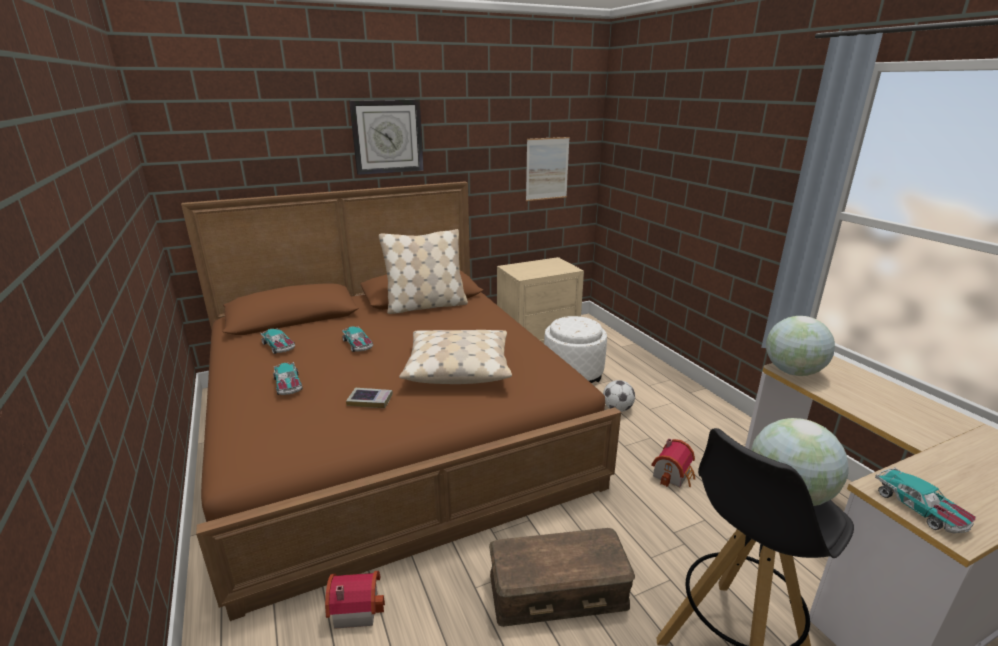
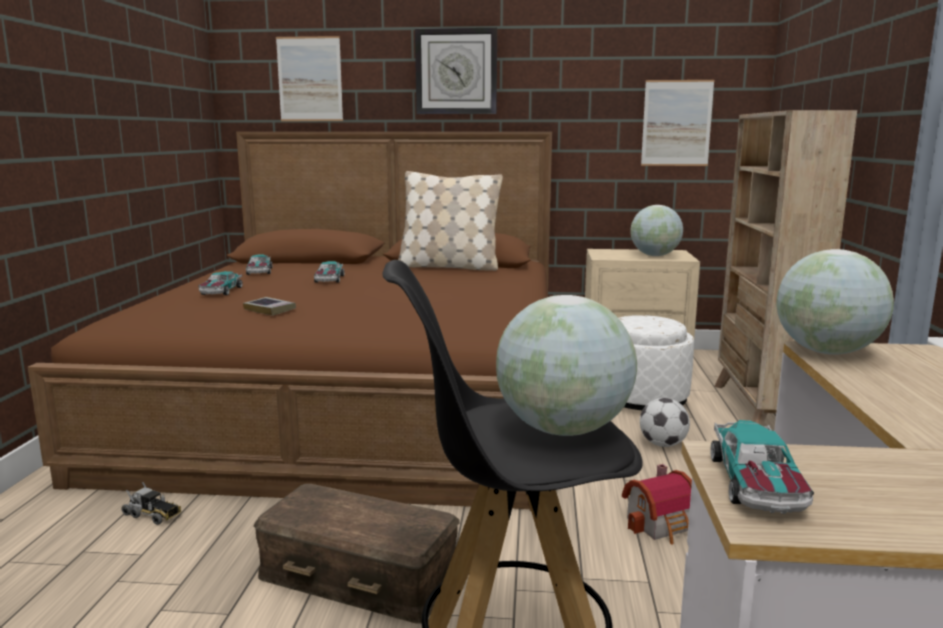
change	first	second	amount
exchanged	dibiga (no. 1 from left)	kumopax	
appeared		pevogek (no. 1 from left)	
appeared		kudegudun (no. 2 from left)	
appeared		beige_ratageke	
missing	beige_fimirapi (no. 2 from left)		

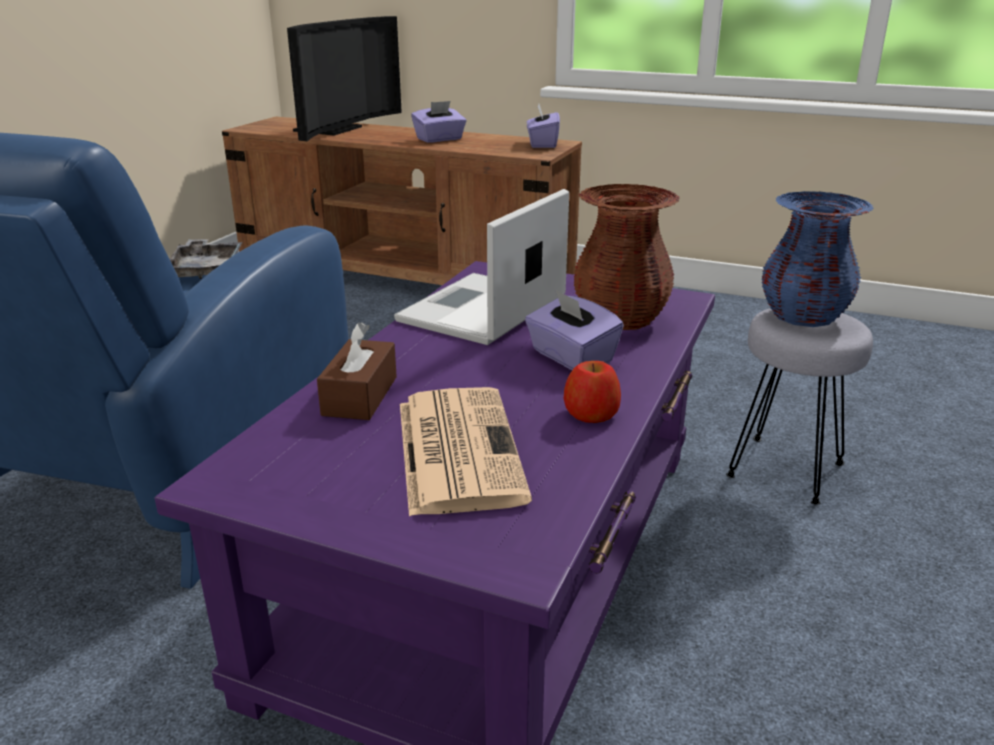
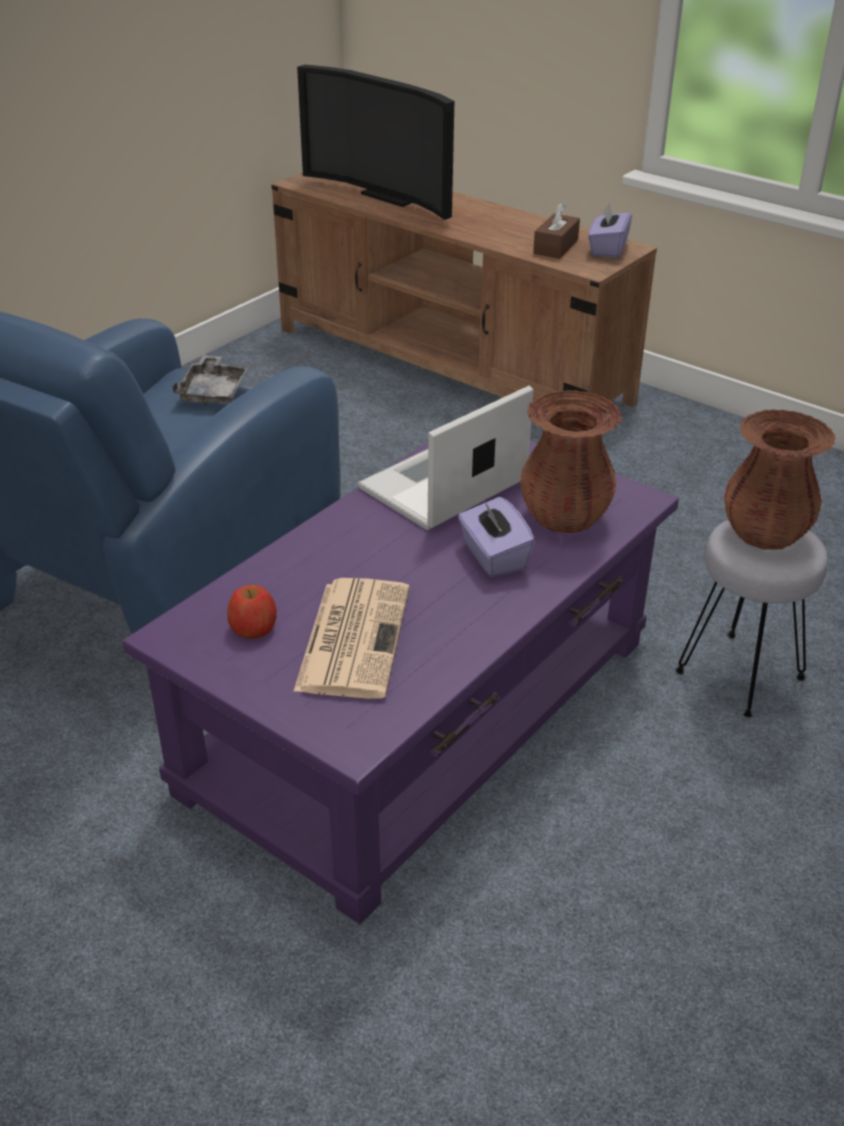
change	first	second	amount
relocated	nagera		
spun	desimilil		90 degrees clockwise
relocated	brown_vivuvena		
colour	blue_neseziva	brown_neseziva (no. 2 from left)	
missing	purple_vivuvena (no. 1 from left)		

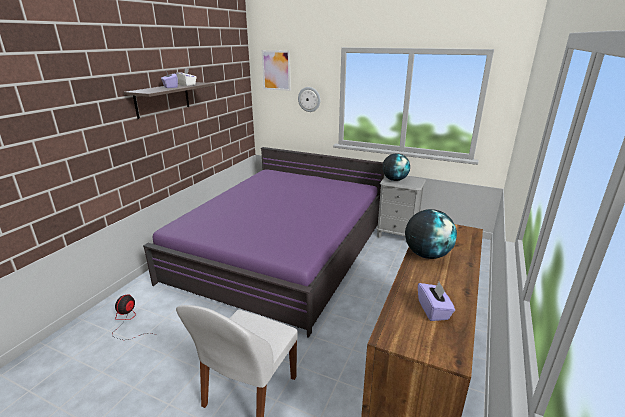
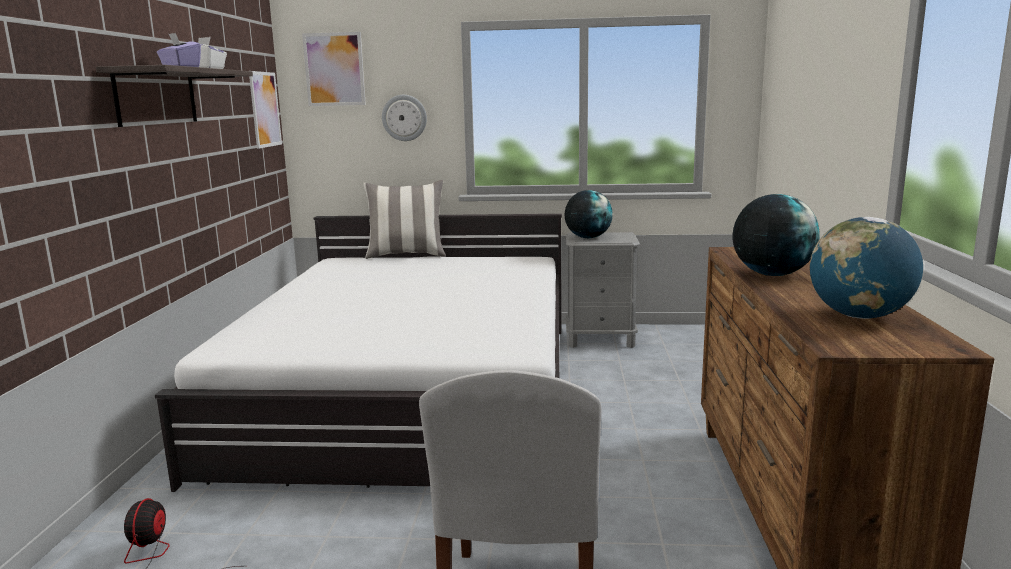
change	first	second	amount
colour	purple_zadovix	white_zadovix	
appeared		pevogek (no. 1 from left)	
appeared		fimirapi	
exchanged	purple_vivuvena (no. 2 from left)	kudegudun (no. 3 from left)	

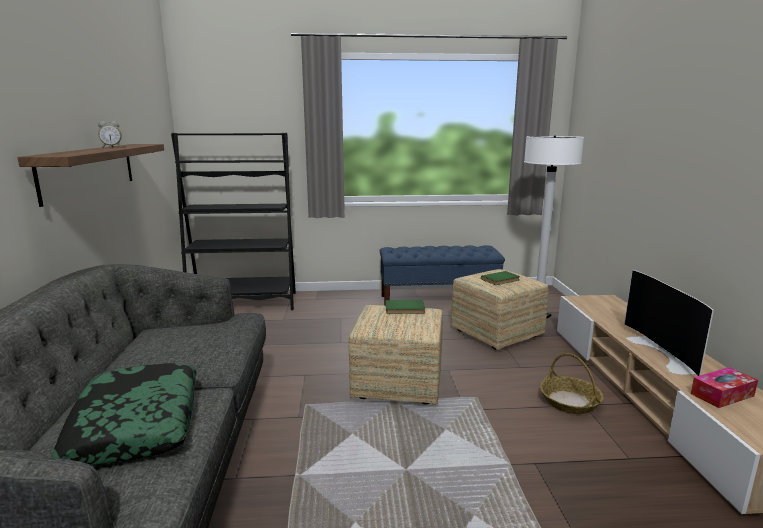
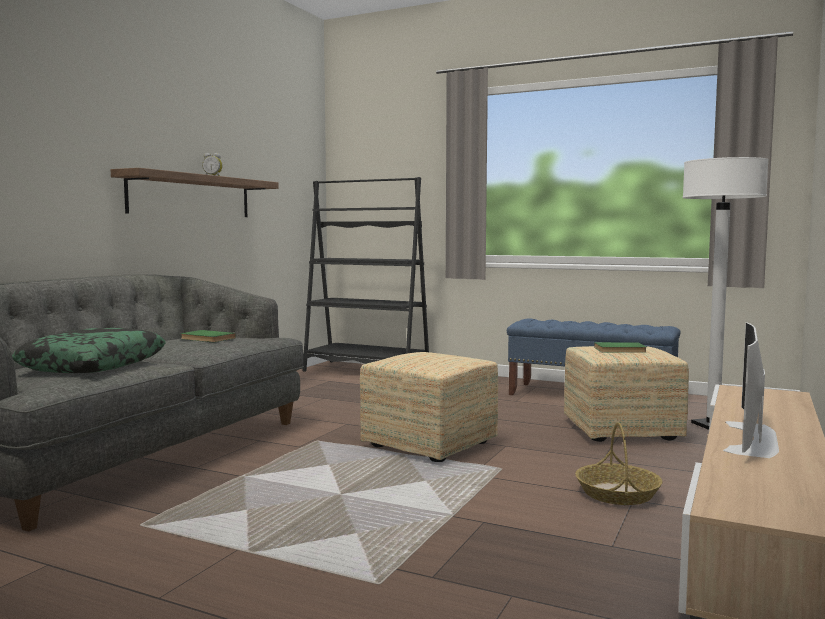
change	first	second	amount
relocated	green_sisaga (no. 1 from left)		
missing	vivuvena		

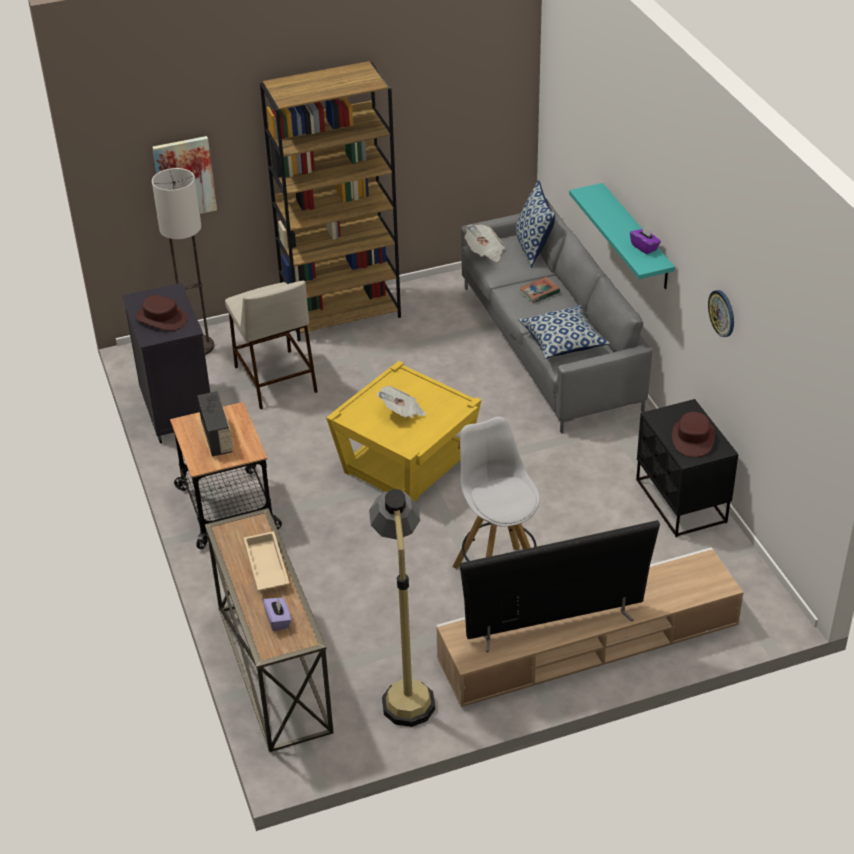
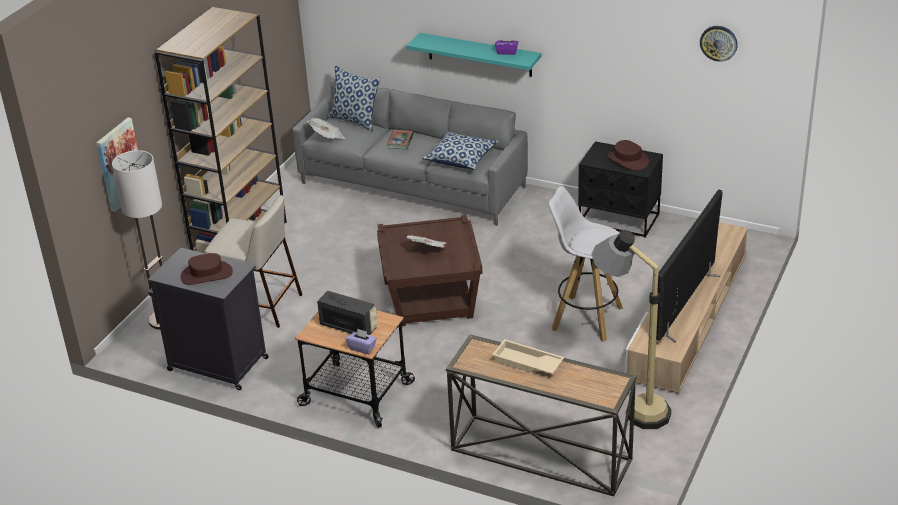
change	first	second	amount
relocated	purple_vivuvena (no. 1 from left)		
colour	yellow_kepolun	brown_kepolun	
relocated	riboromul		

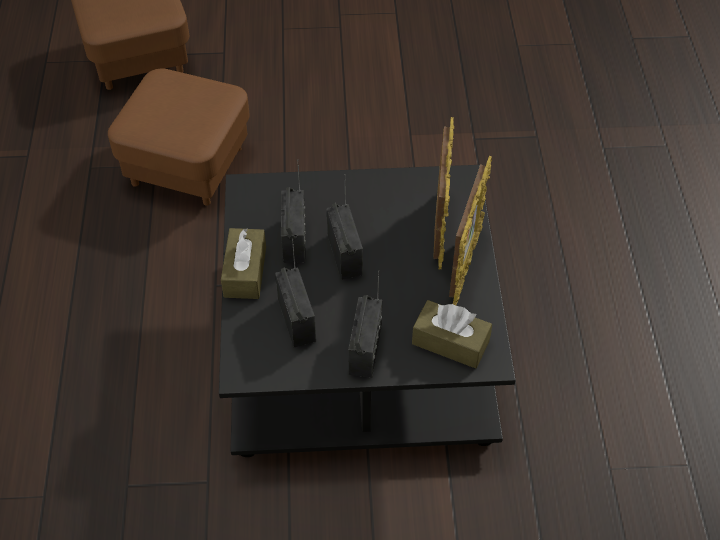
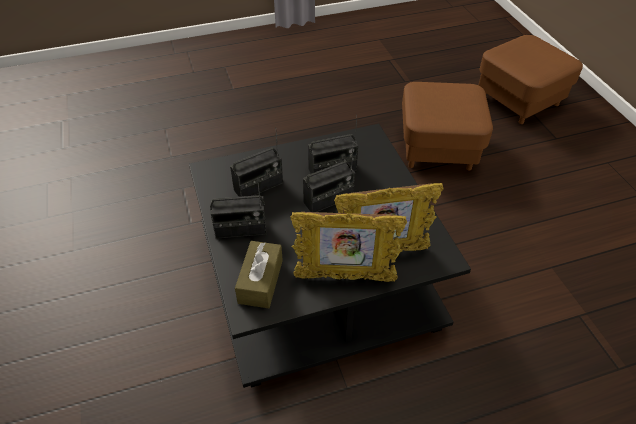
change	first	second	amount
missing	brown_vivuvena (no. 1 from left)		

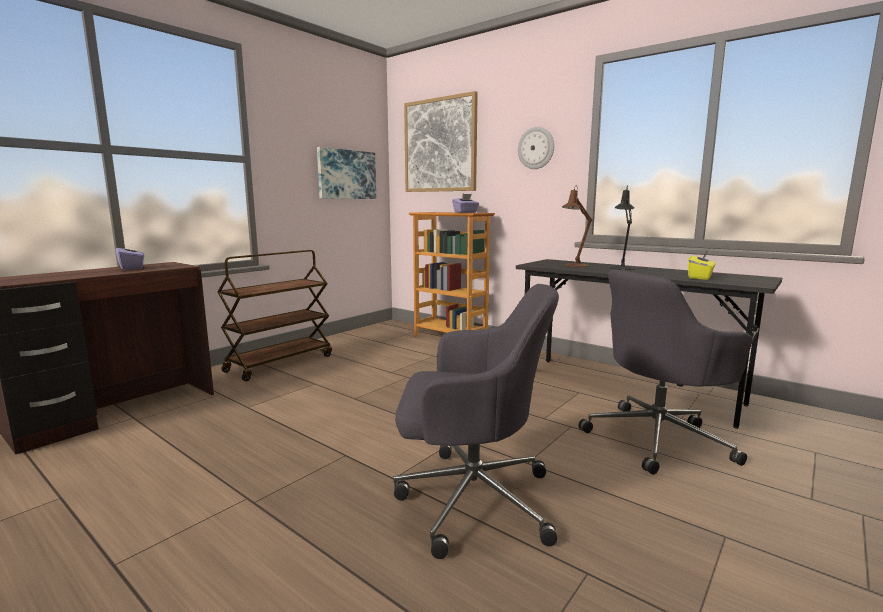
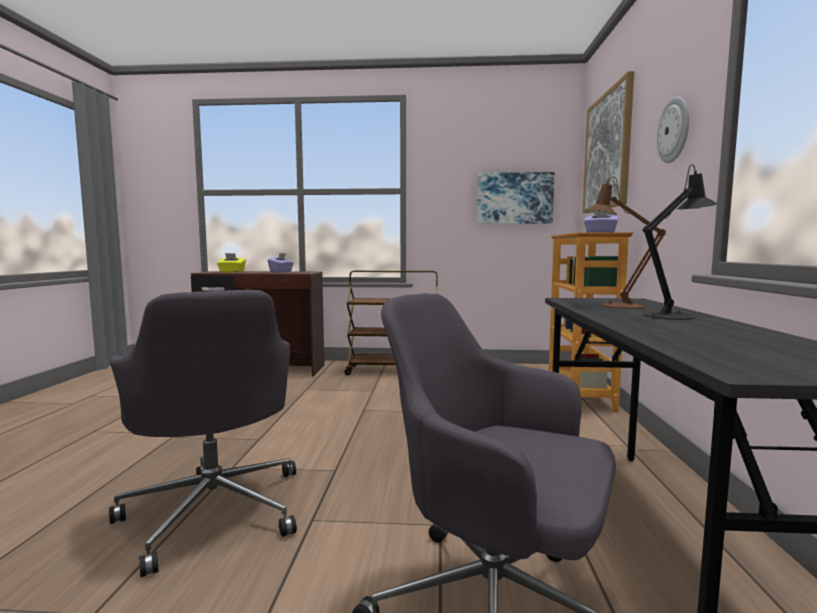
change	first	second	amount
relocated	yellow_vivuvena		

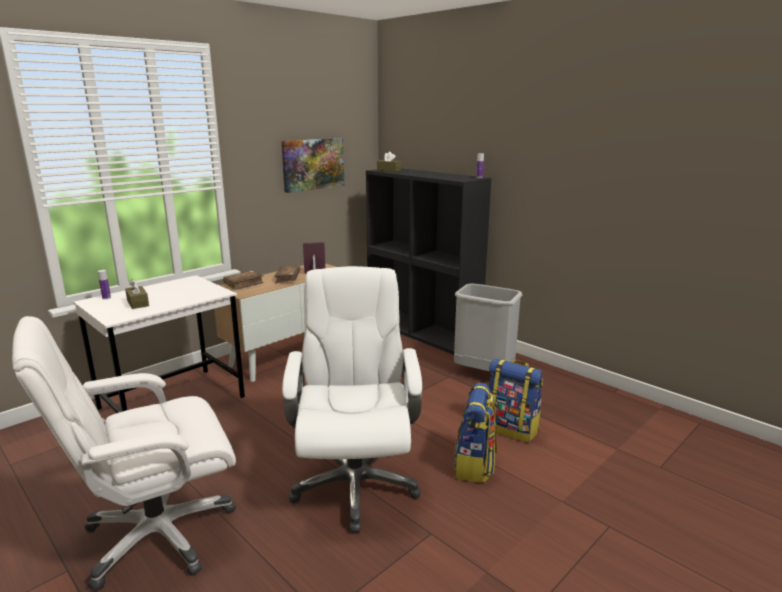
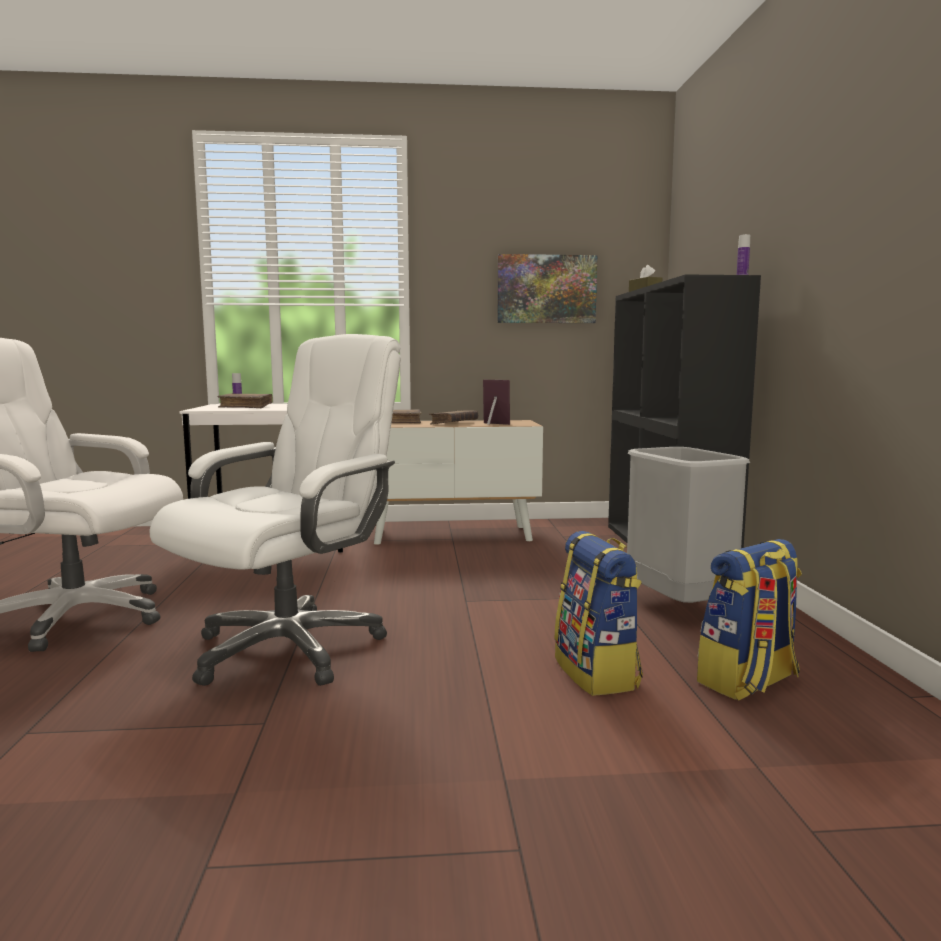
change	first	second	amount
exchanged	brown_vivuvena (no. 1 from left)	brown_sisaga (no. 1 from left)	
relocated	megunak (no. 1 from left in the first image)	megunak (no. 2 from left)	

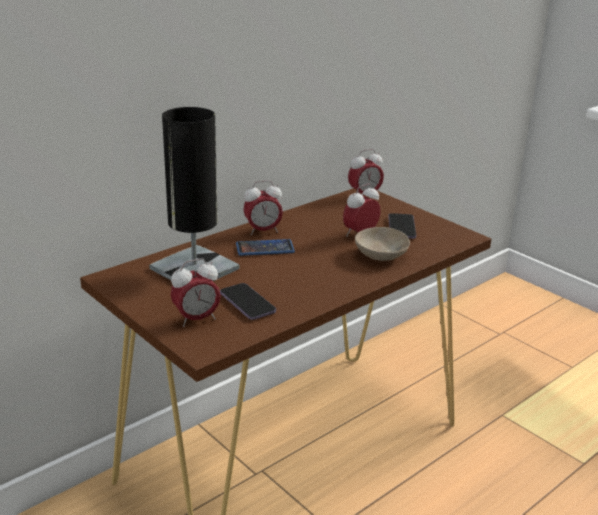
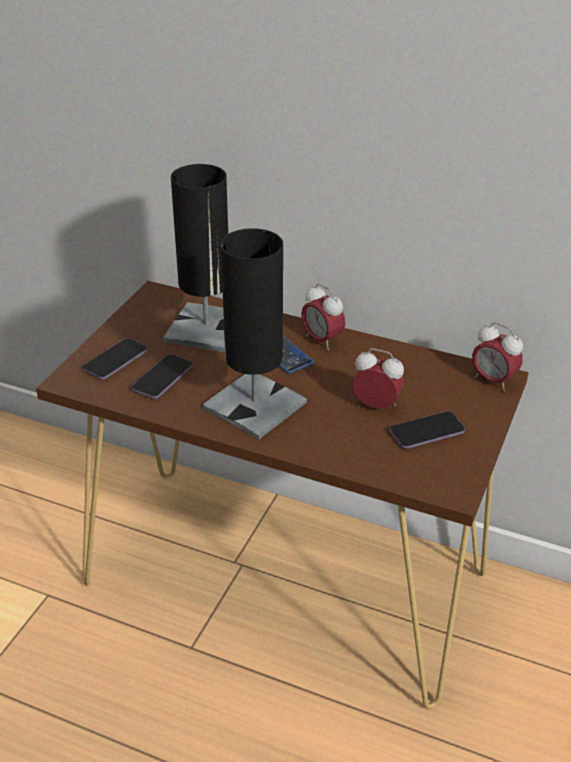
change	first	second	amount
exchanged	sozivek (no. 1 from left)	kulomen (no. 1 from left)	
appeared		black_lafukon (no. 2 from left)	
missing	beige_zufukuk		

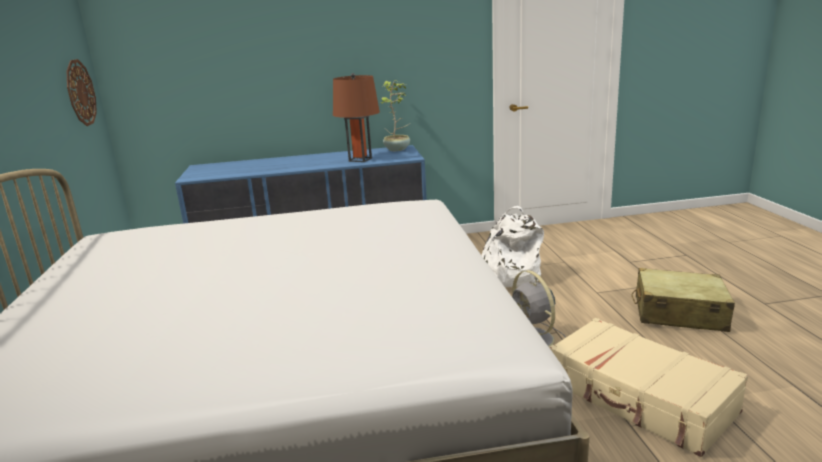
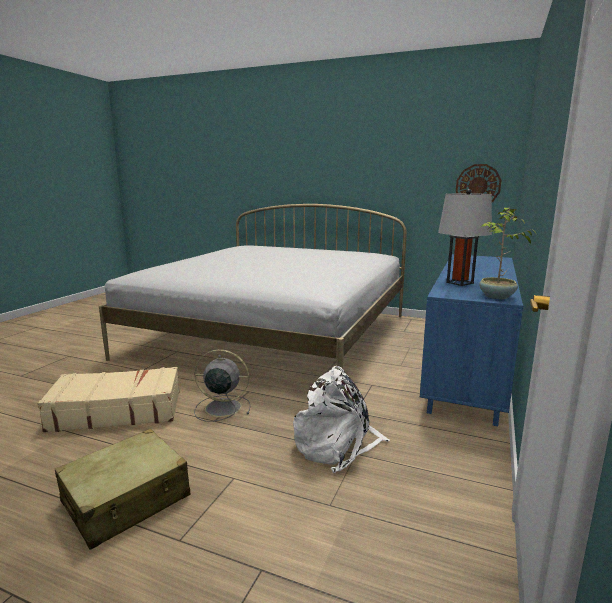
change	first	second	amount
colour	brown_lafukon	grey_lafukon	

